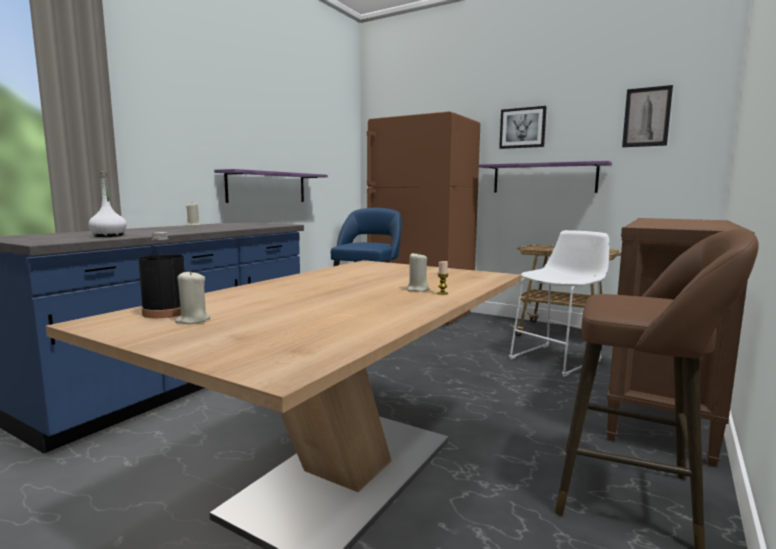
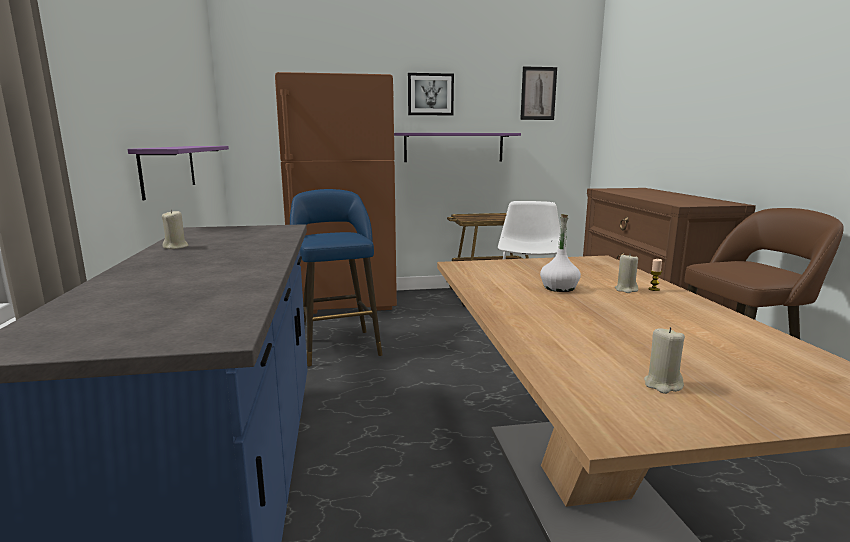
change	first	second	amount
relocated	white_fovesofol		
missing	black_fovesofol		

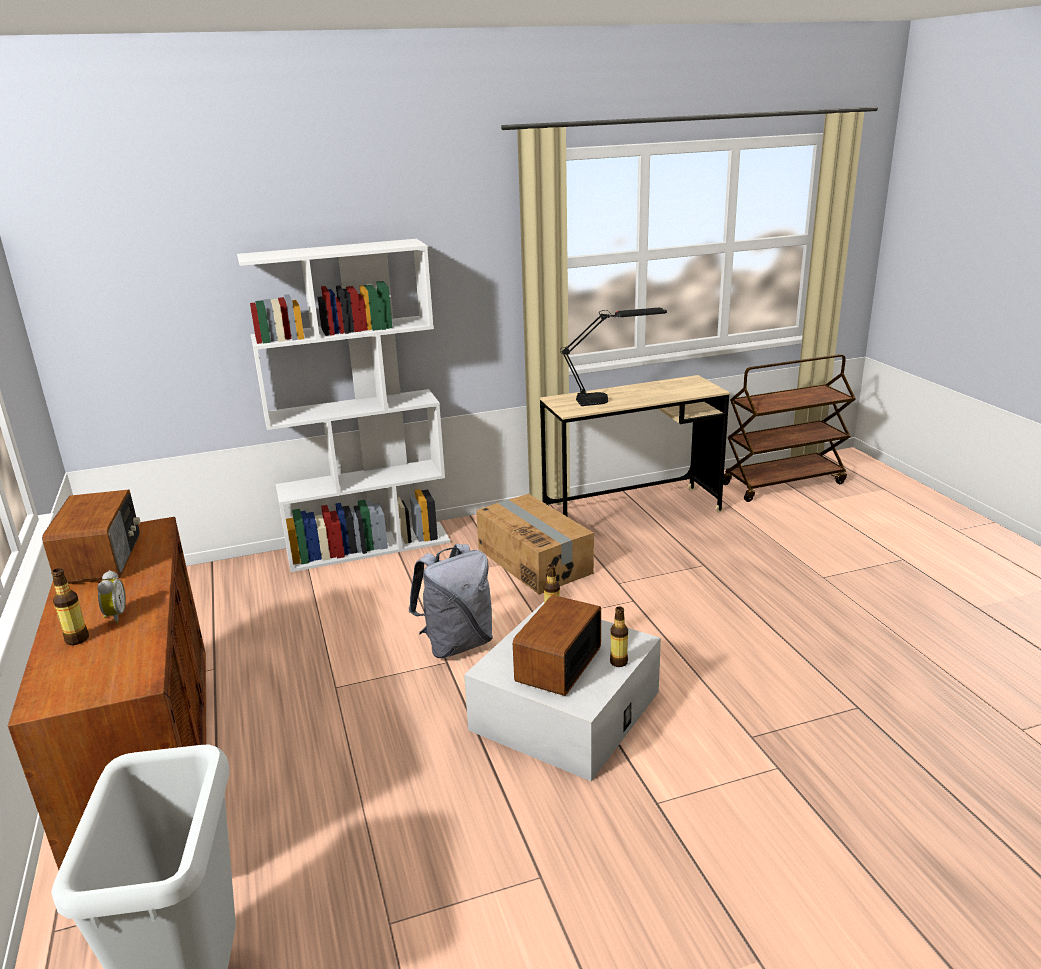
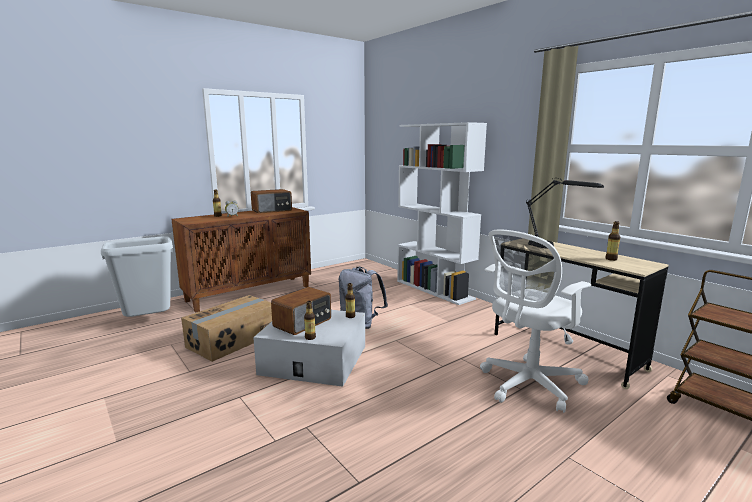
change	first	second	amount
relocated	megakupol		
spun	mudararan (no. 2 from left)		120 degrees clockwise
appeared		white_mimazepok	
appeared		fovesofol (no. 4 from left)	

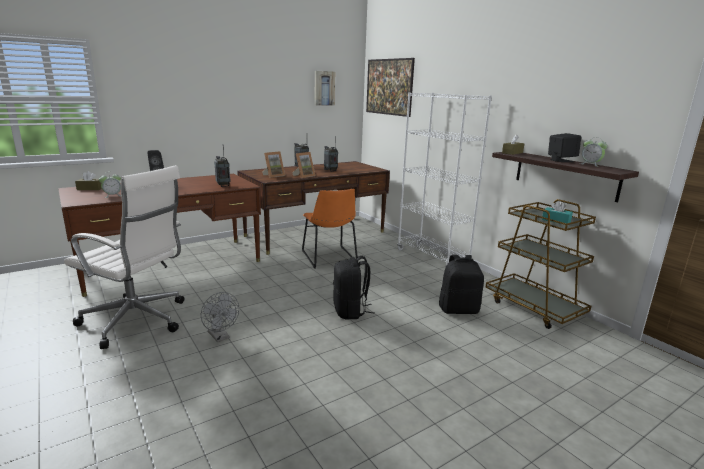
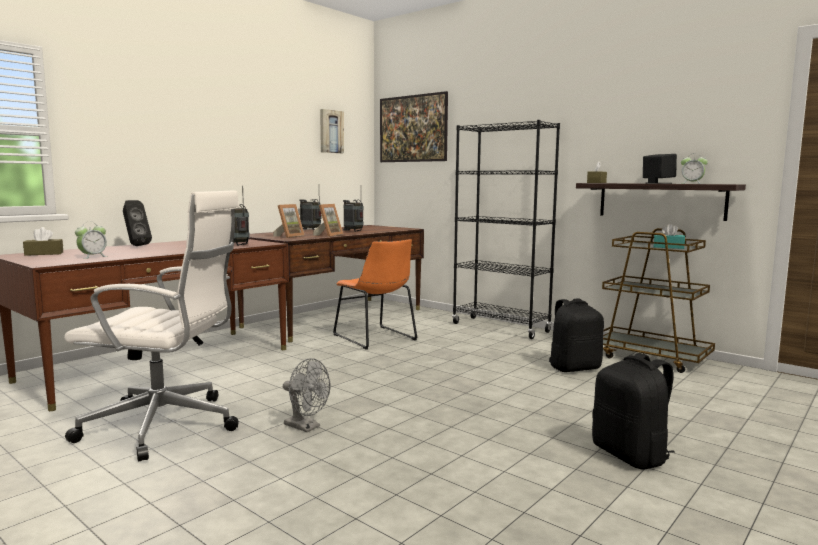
change	first	second	amount
colour	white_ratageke	black_ratageke	
relocated	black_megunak (no. 1 from left in the first image)	black_megunak (no. 2 from left)	

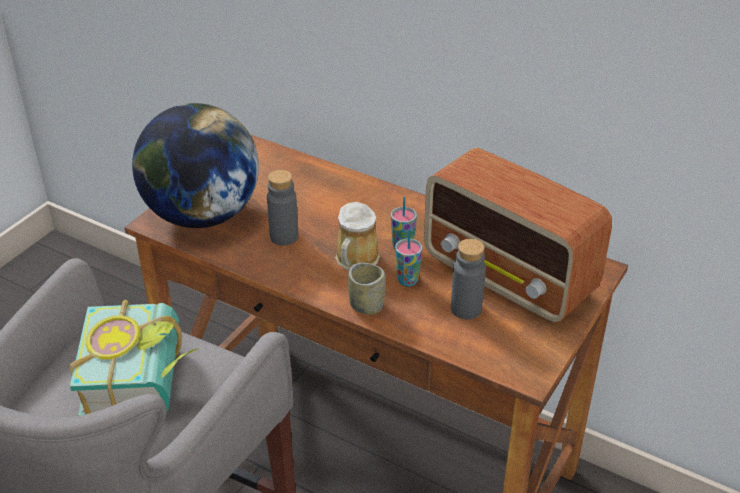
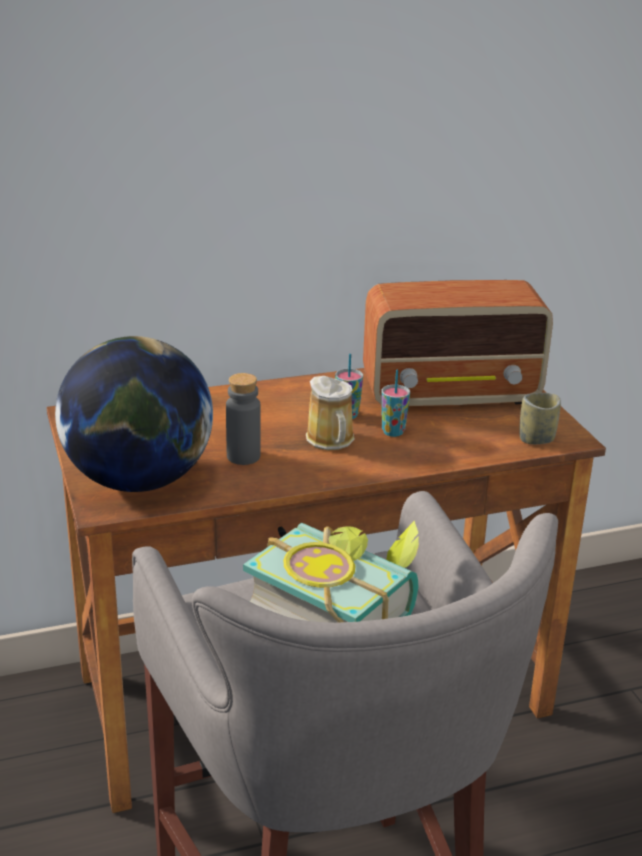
change	first	second	amount
relocated	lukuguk (no. 1 from left in the first image)	lukuguk (no. 3 from left)	
missing	grey_fovesofol (no. 2 from left)		

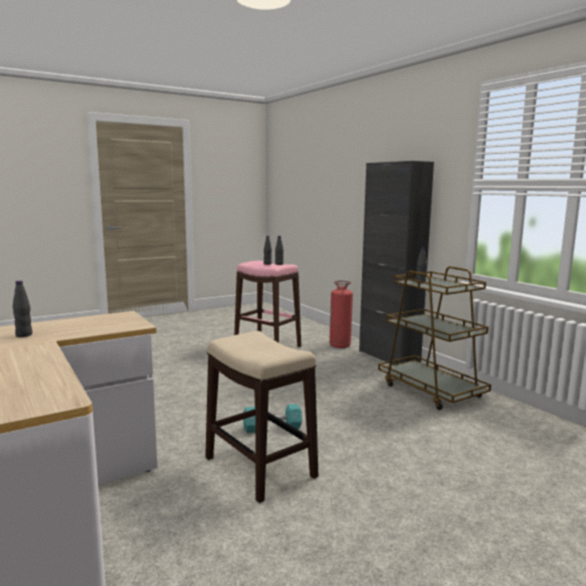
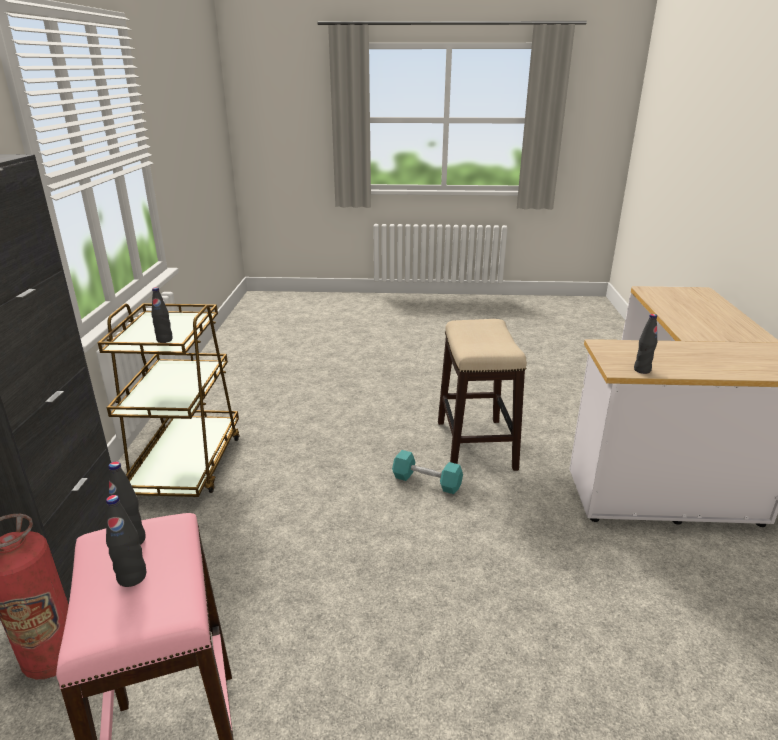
change	first	second	amount
relocated	black_fovesofol (no. 1 from left in the first image)	black_fovesofol (no. 4 from left)	

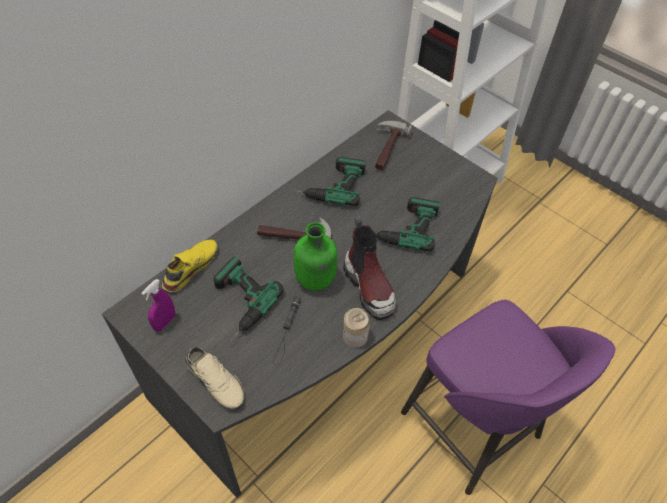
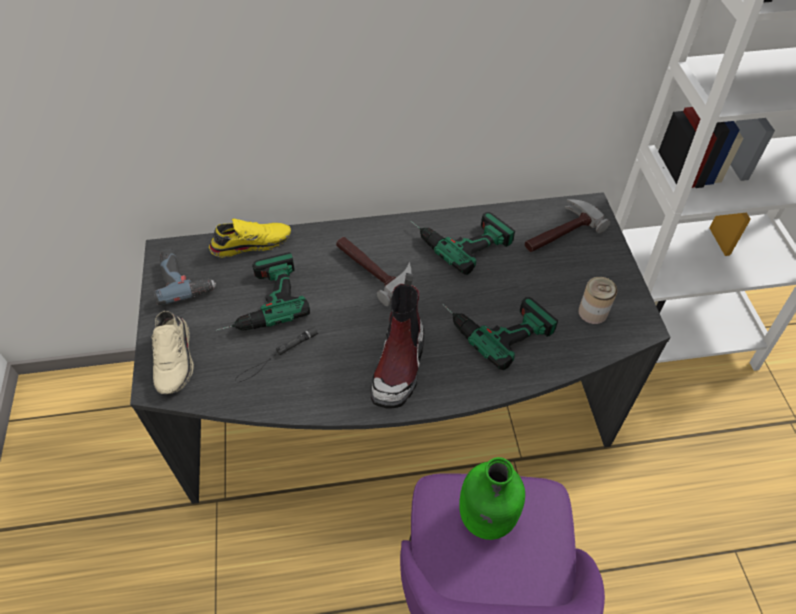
change	first	second	amount
exchanged	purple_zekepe	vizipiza (no. 1 from left)	
relocated	green_fovesofol		
relocated	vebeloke		

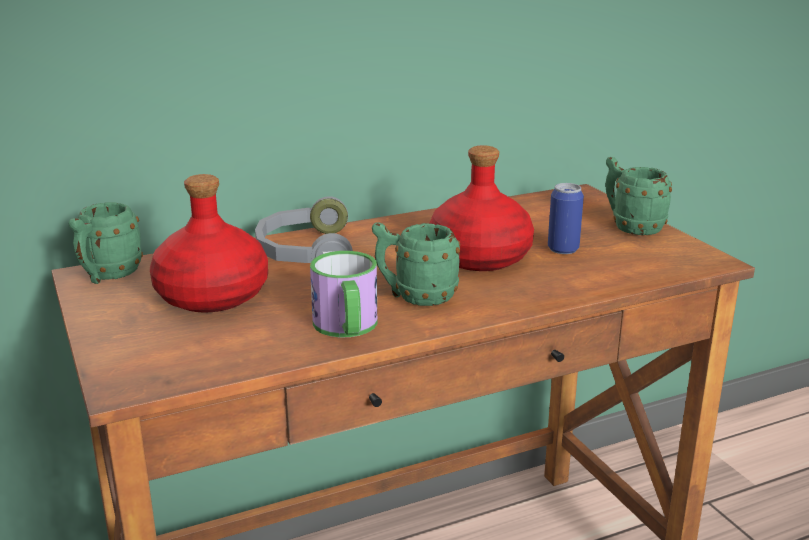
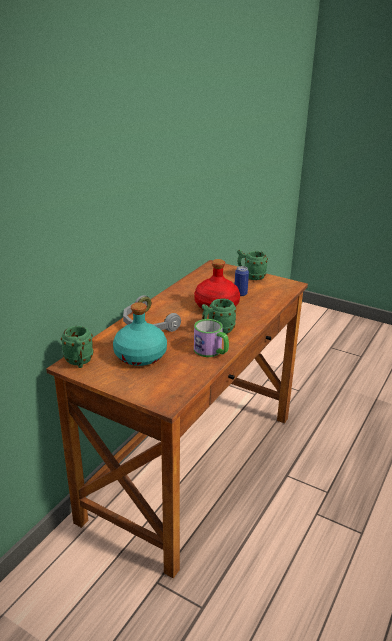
change	first	second	amount
colour	red_fovesofol (no. 1 from left)	turquoise_fovesofol	

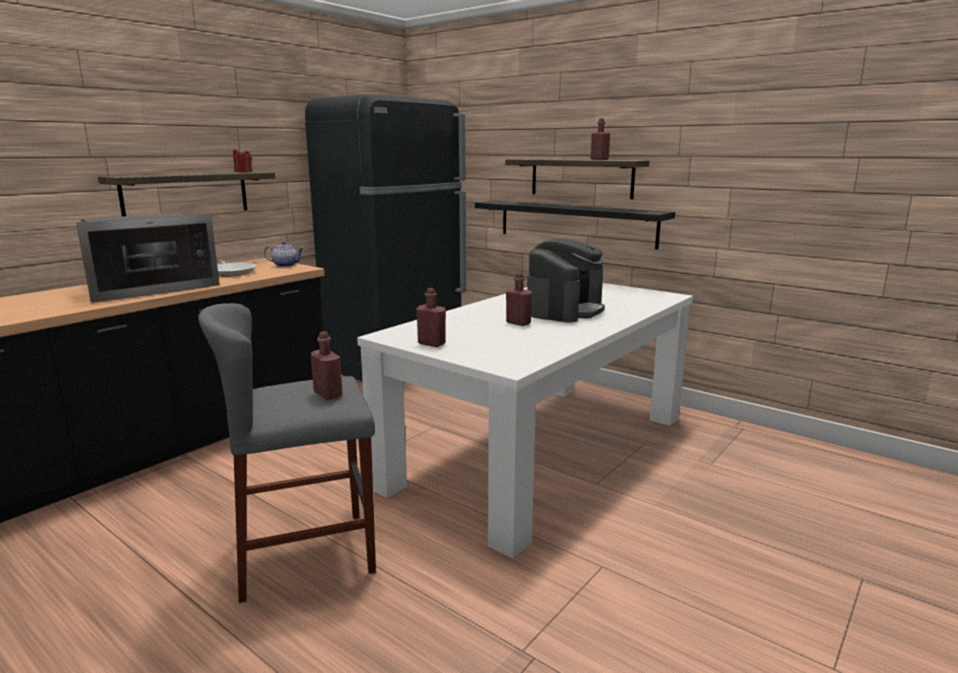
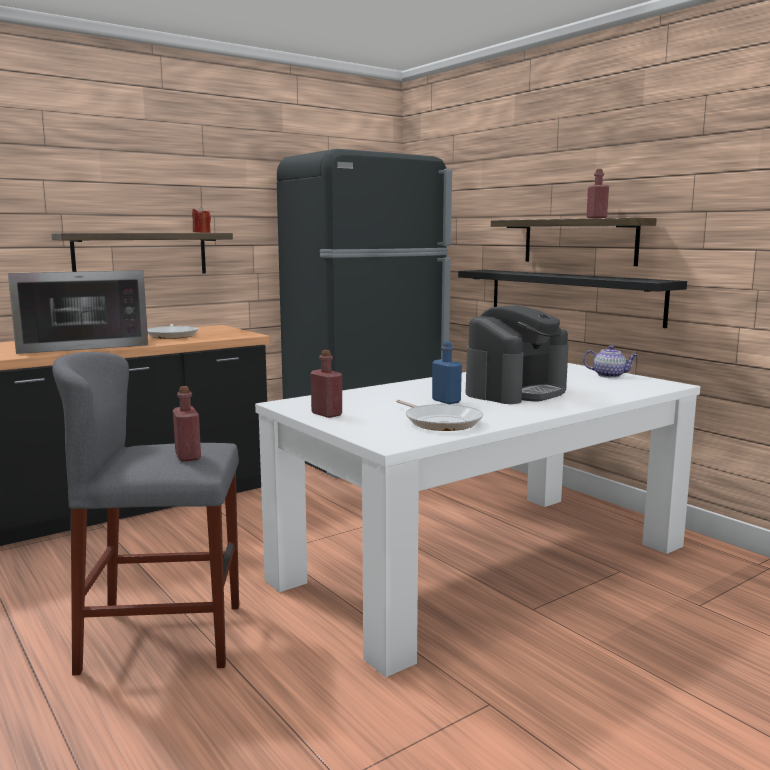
change	first	second	amount
appeared		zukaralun (no. 2 from left)	
colour	red_fovesofol (no. 3 from left)	blue_fovesofol	
relocated	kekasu		

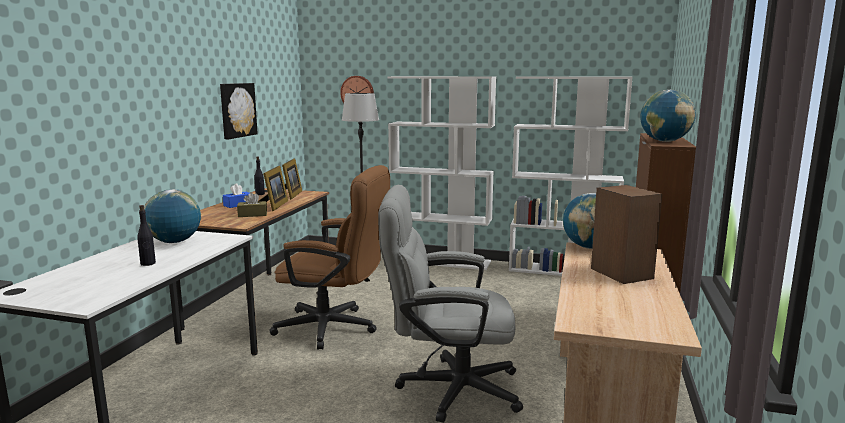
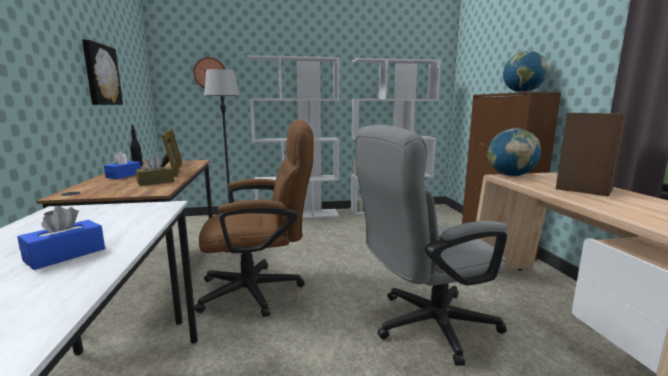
change	first	second	amount
exchanged	black_fovesofol (no. 1 from left)	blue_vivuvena (no. 1 from left)	
missing	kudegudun (no. 1 from left)		

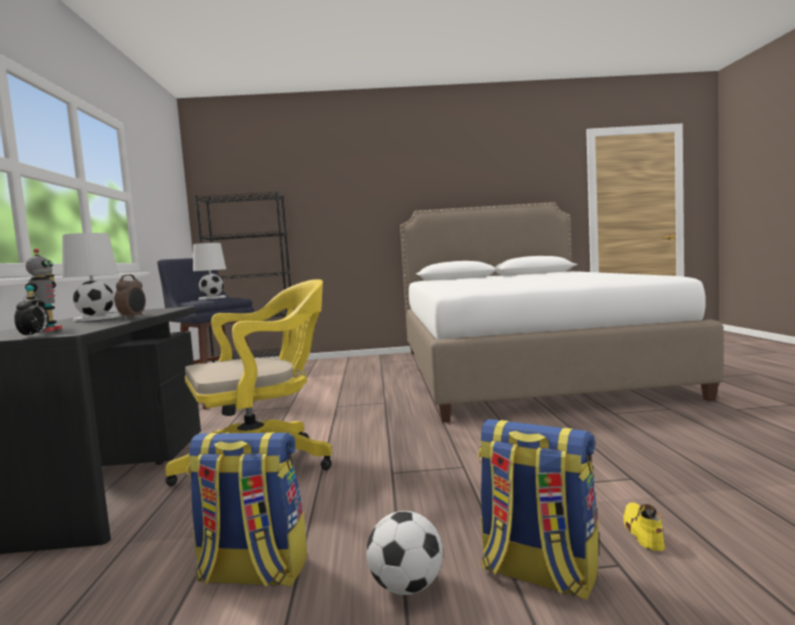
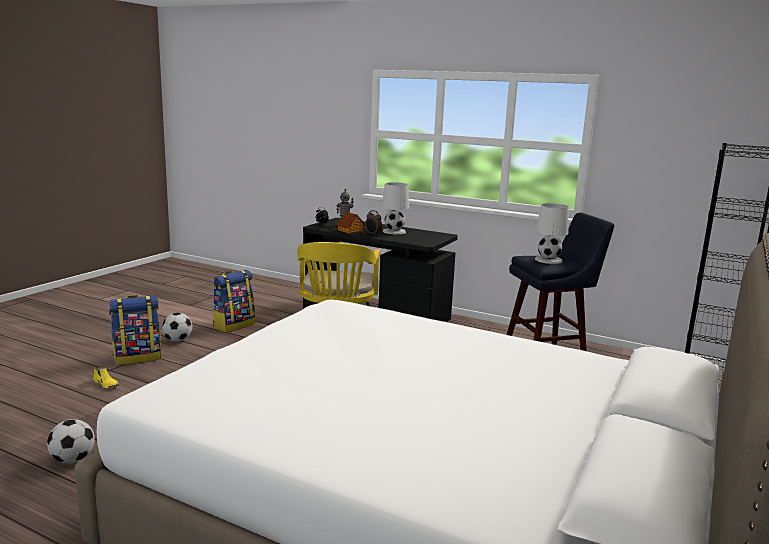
change	first	second	amount
appeared		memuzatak (no. 1 from left)	
appeared		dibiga	

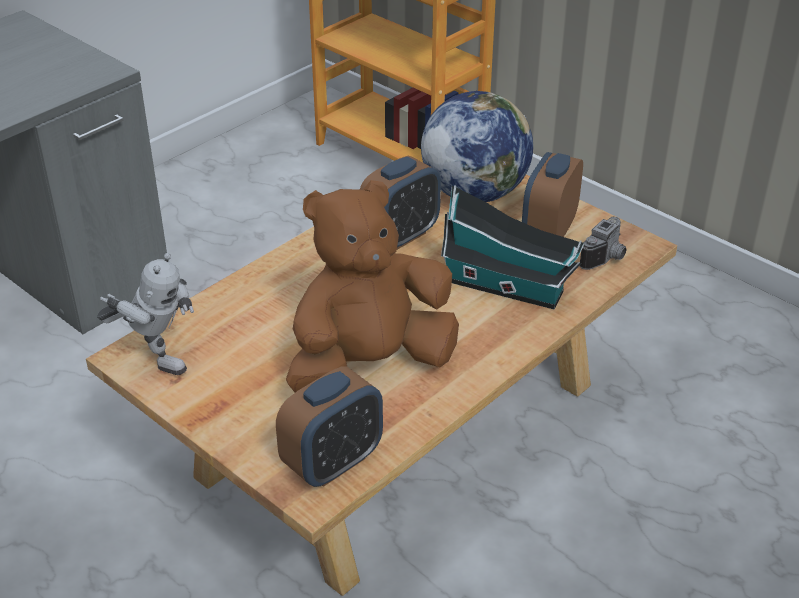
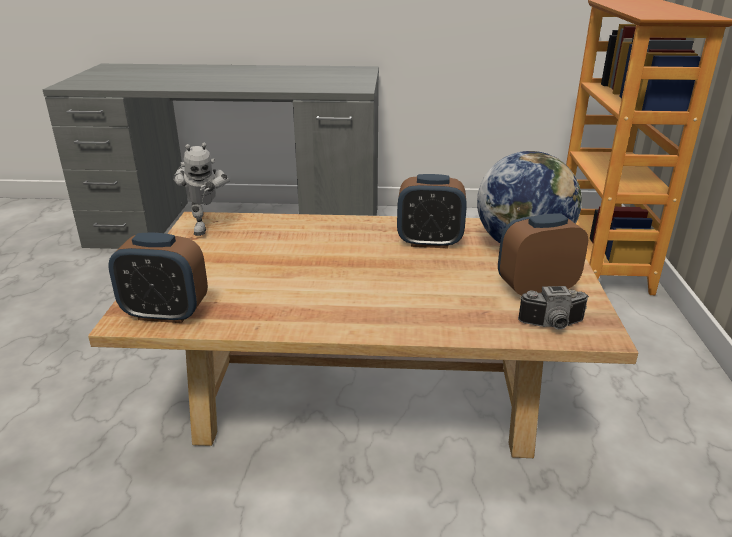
change	first	second	amount
missing	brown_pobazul		
missing	dibiga		

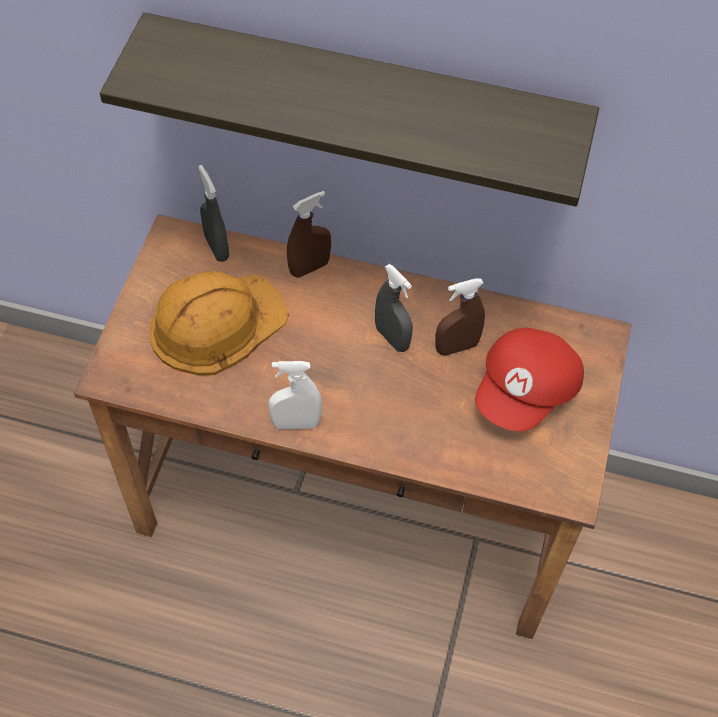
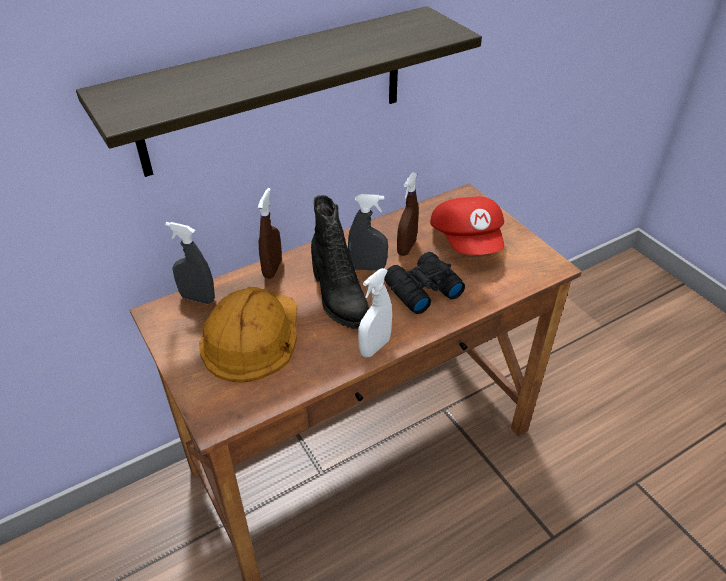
change	first	second	amount
appeared		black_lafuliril	
appeared		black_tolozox	

